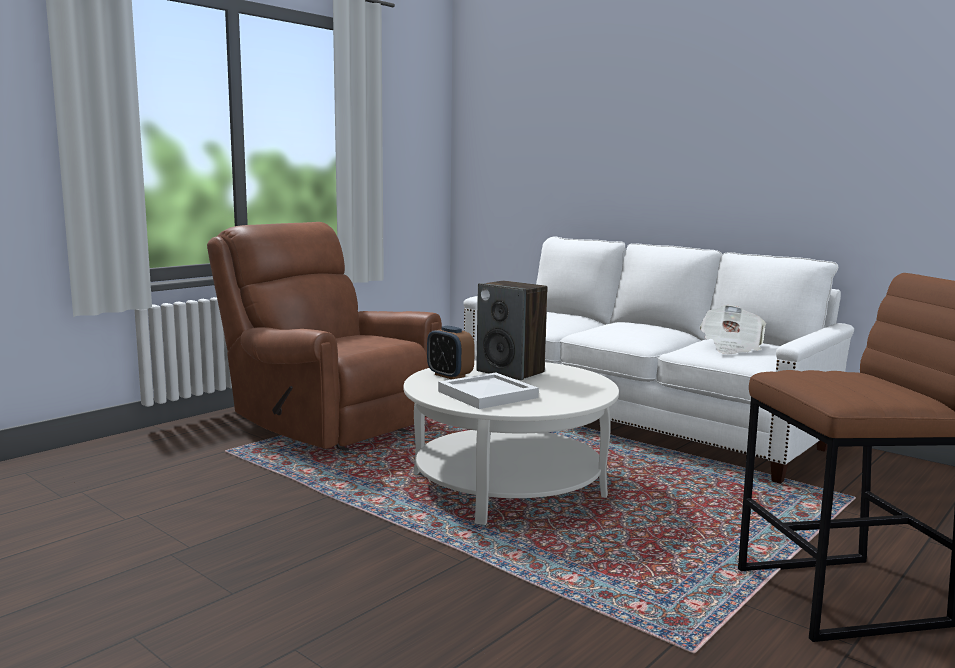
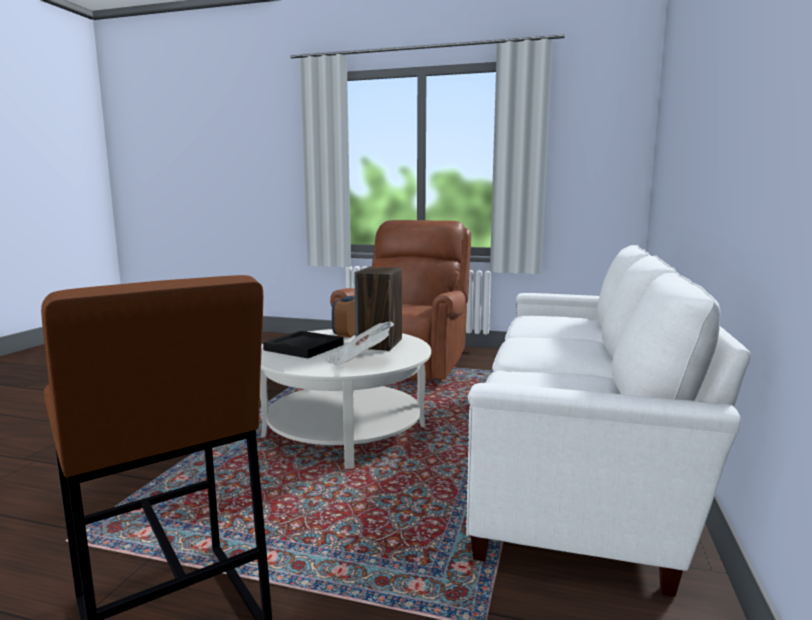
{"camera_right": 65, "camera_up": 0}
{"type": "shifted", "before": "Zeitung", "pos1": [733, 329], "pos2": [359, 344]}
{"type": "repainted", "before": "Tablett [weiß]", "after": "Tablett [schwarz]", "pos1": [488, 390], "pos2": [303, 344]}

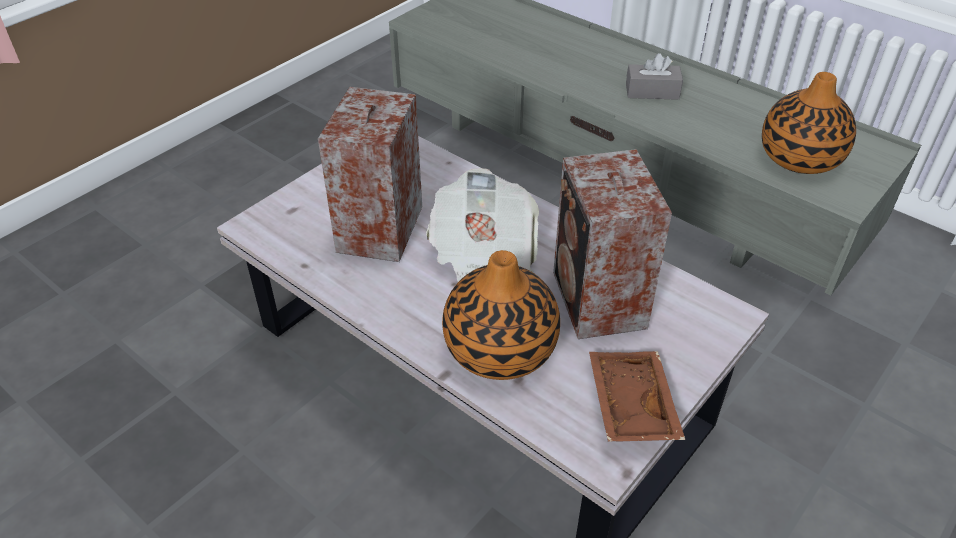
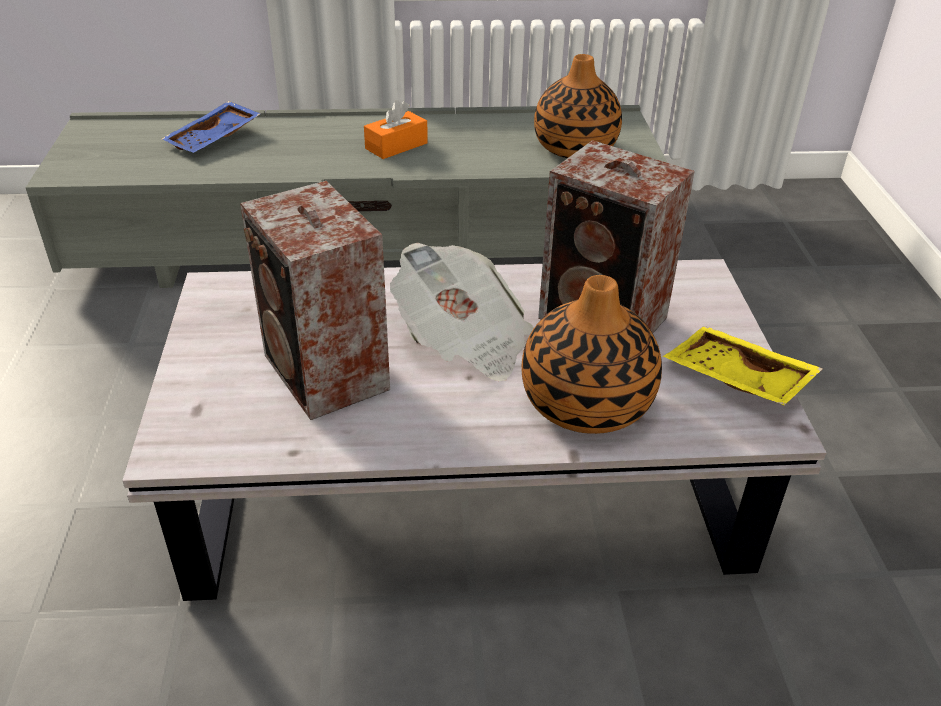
{"camera_right": -45, "camera_up": -5}
{"type": "repainted", "before": "Taschentuchbox [grau]", "after": "Taschentuchbox [orange]", "pos1": [654, 76], "pos2": [396, 129]}
{"type": "repainted", "before": "Tablett [braun]", "after": "Tablett [gelb]", "pos1": [637, 396], "pos2": [743, 365]}
{"type": "new", "after": "Tablett [blau]", "pos2": [211, 127]}

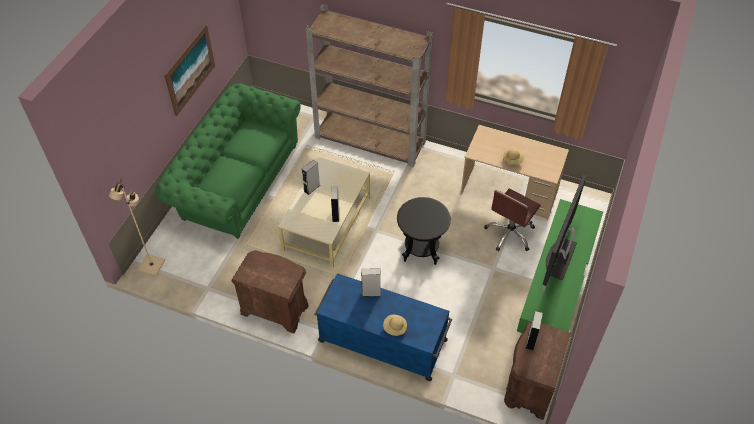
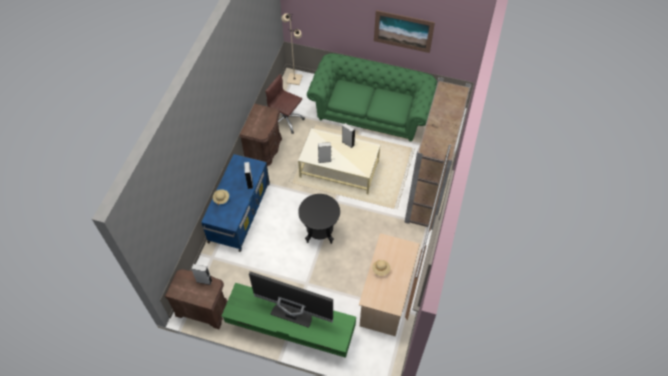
{"camera_right": 85, "camera_up": 5}
{"type": "shifted", "before": "Bürostuhl [braun]", "pos1": [512, 220], "pos2": [285, 104]}

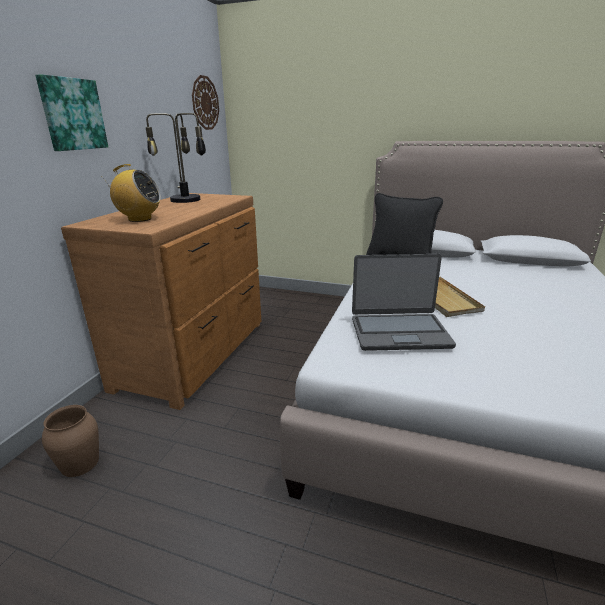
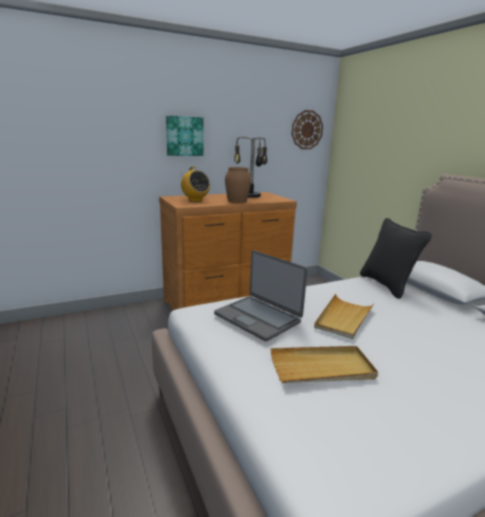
{"camera_right": 45, "camera_up": -5}
{"type": "shifted", "before": "Vase [braun]", "pos1": [70, 441], "pos2": [238, 185]}
{"type": "new", "after": "Tablett [beige]", "pos2": [324, 364]}

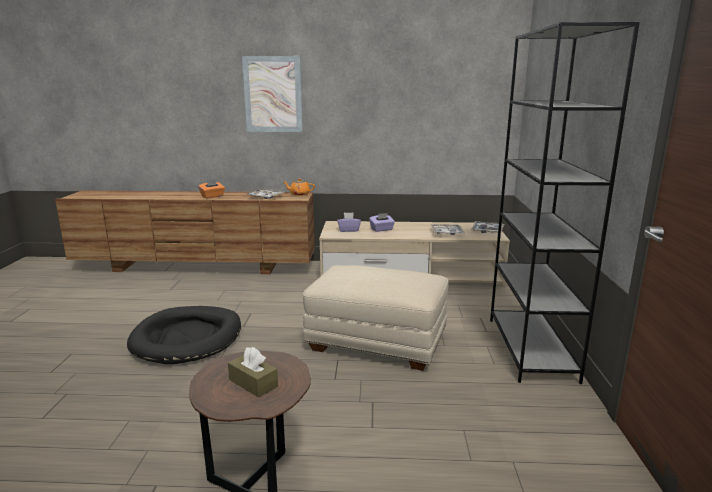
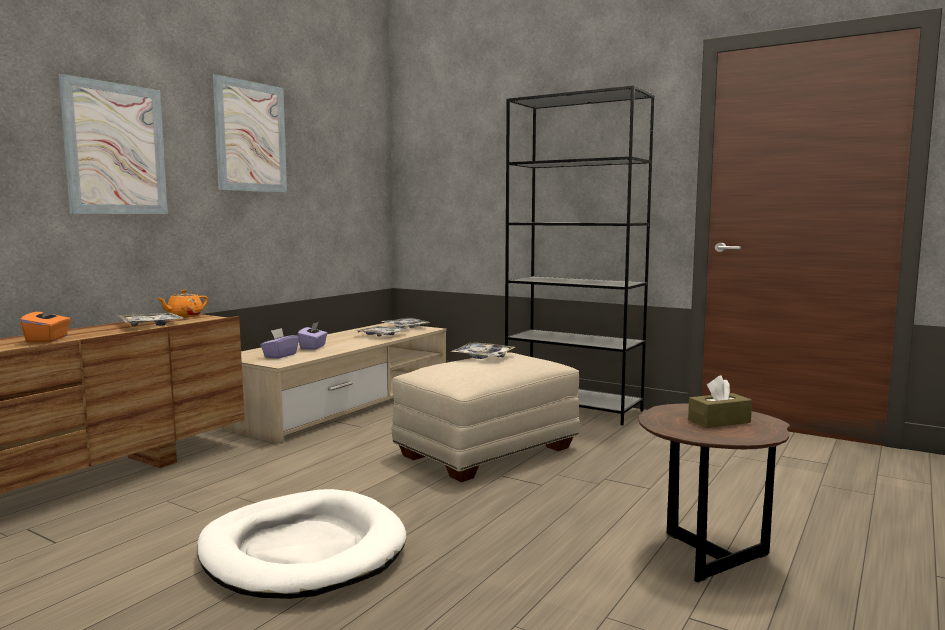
{"camera_right": -60, "camera_up": -10}
{"type": "repainted", "before": "Hundebett [schwarz]", "after": "Hundebett [weiß]", "pos1": [184, 335], "pos2": [301, 544]}
{"type": "new", "after": "Bild", "pos2": [250, 133]}
{"type": "new", "after": "Tablett", "pos2": [483, 351]}

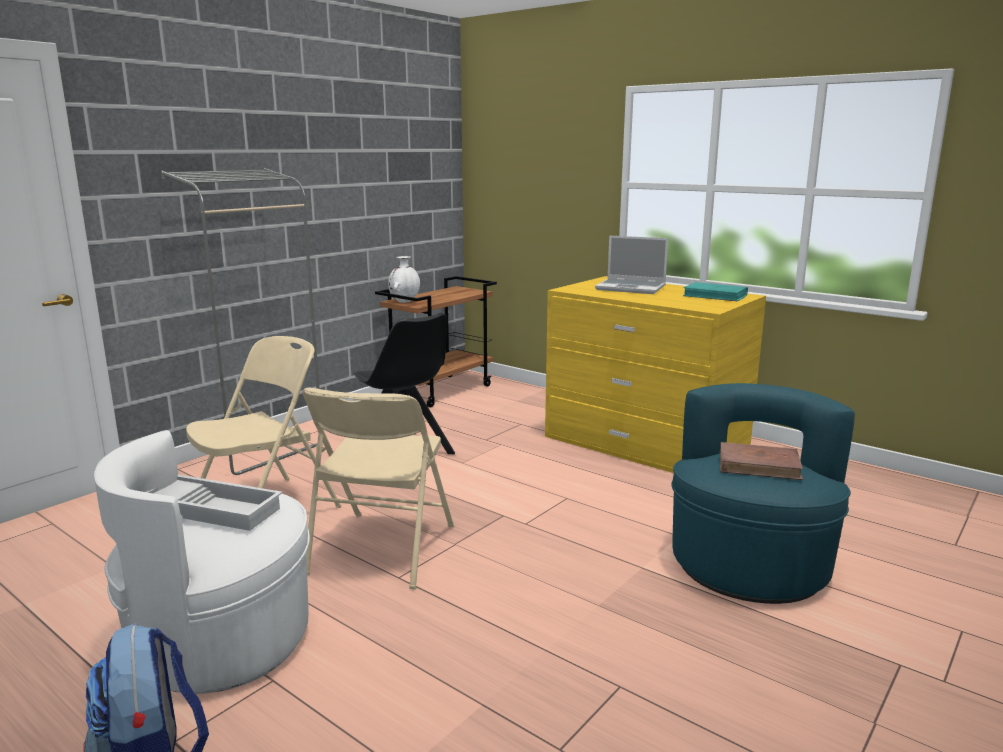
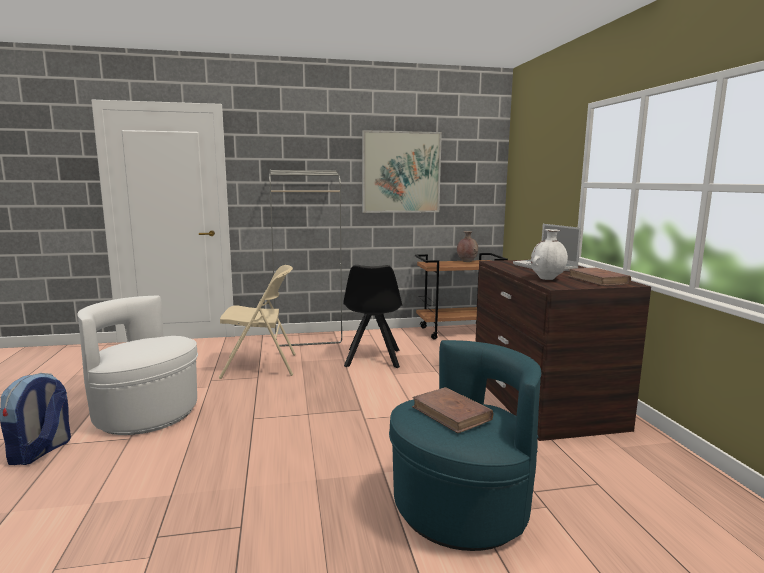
{"camera_right": 40, "camera_up": -5}
{"type": "shifted", "before": "Vase [weiß]", "pos1": [404, 279], "pos2": [549, 254]}
{"type": "repainted", "before": "Kommode [gelb]", "after": "Kommode [braun]", "pos1": [655, 374], "pos2": [563, 350]}
{"type": "repainted", "before": "Buch [türkis]", "after": "Buch [braun]", "pos1": [715, 291], "pos2": [599, 277]}
{"type": "gone", "before": "Stuhl [beige]", "pos1": [378, 488]}
{"type": "gone", "before": "Tablett [weiß]", "pos1": [214, 503]}
{"type": "new", "after": "Bild", "pos2": [402, 171]}
{"type": "new", "after": "Vase [braun]", "pos2": [467, 246]}

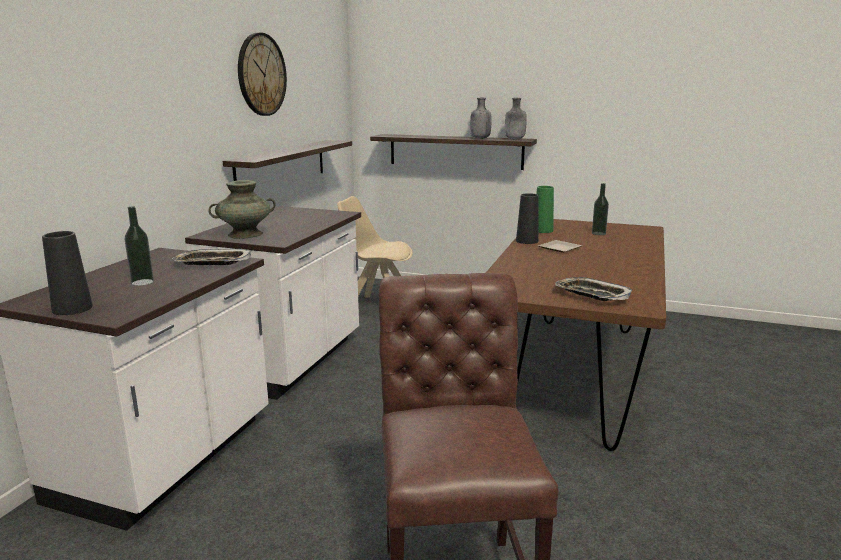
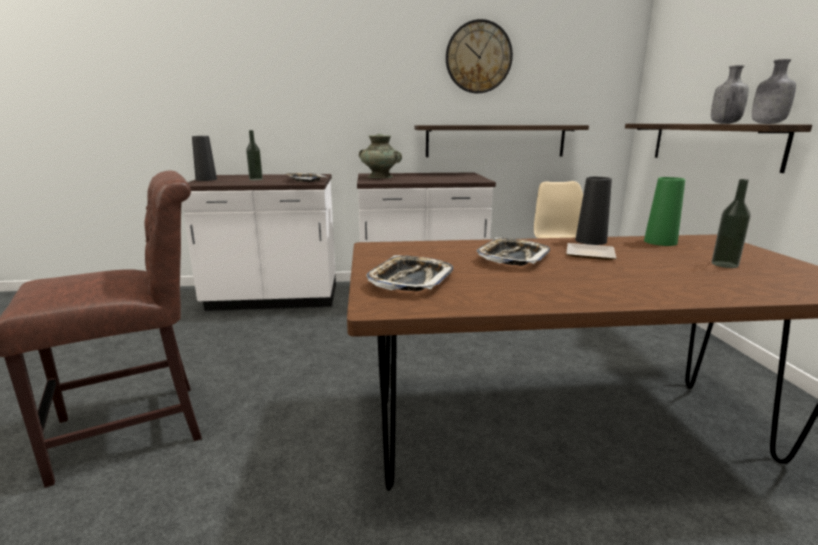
{"camera_right": 65, "camera_up": 0}
{"type": "new", "after": "Tablett", "pos2": [513, 251]}

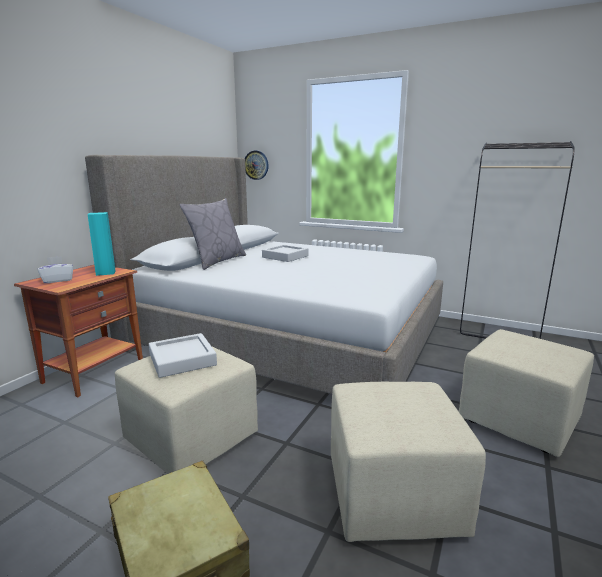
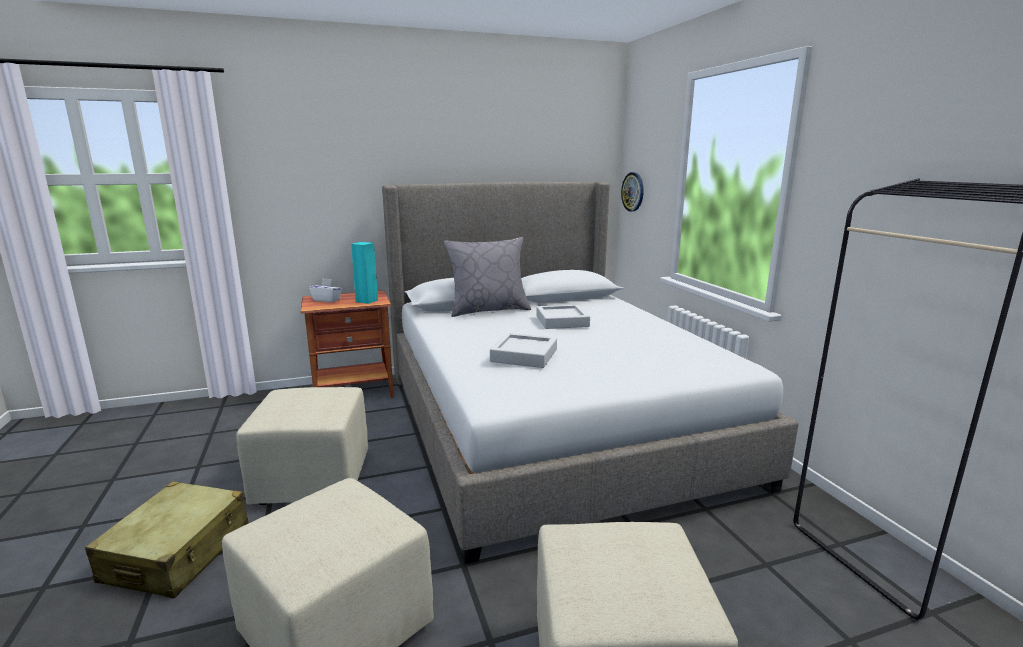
{"camera_right": 45, "camera_up": 0}
{"type": "shifted", "before": "Tablett [grau]", "pos1": [183, 355], "pos2": [523, 350]}

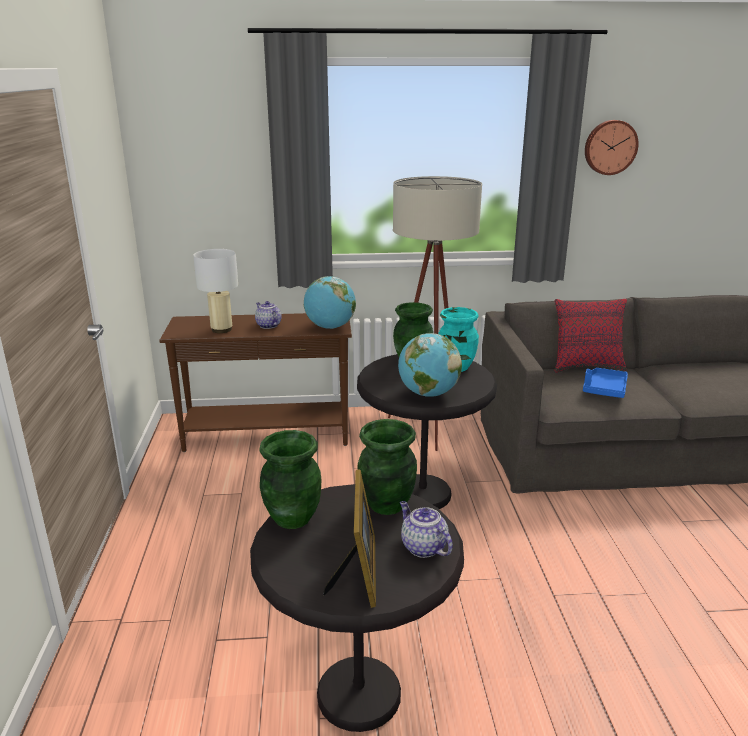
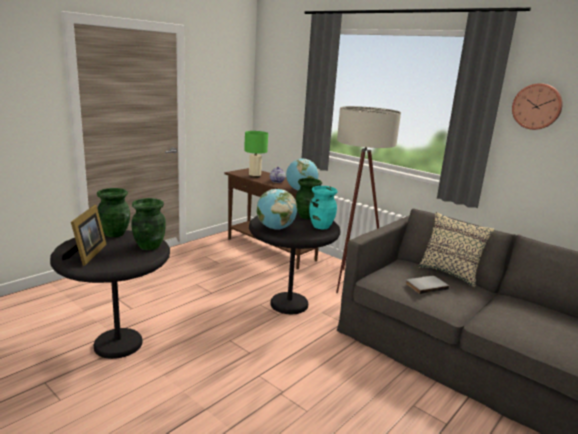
{"camera_right": 45, "camera_up": -5}
{"type": "repainted", "before": "Tischlampe [weiß]", "after": "Tischlampe [grün]", "pos1": [215, 291], "pos2": [256, 154]}
{"type": "repainted", "before": "Kissen [rot]", "after": "Kissen [beige]", "pos1": [591, 336], "pos2": [456, 249]}
{"type": "swapped", "before": "Tablett [blau]", "after": "Buch [grau]", "pos1": [605, 383], "pos2": [427, 285]}
{"type": "rotated", "before": "Bilderrahmen", "pos1": [349, 538], "pos2": [84, 235], "turn": -45}
{"type": "gone", "before": "Teekanne", "pos1": [426, 529]}

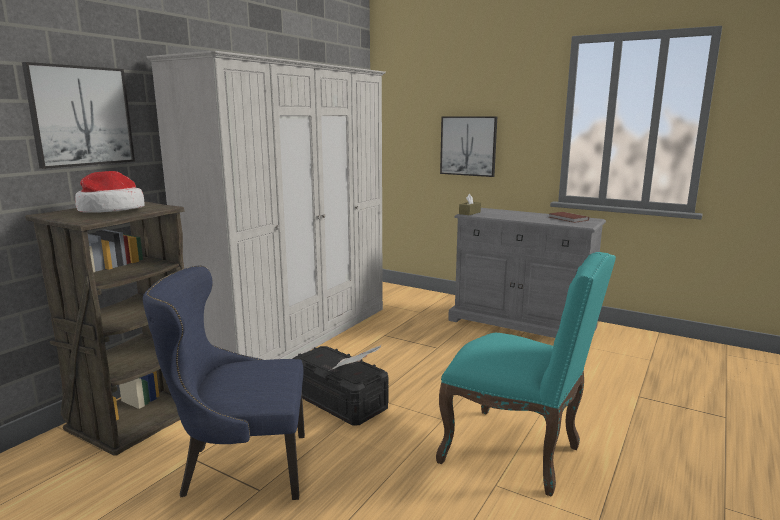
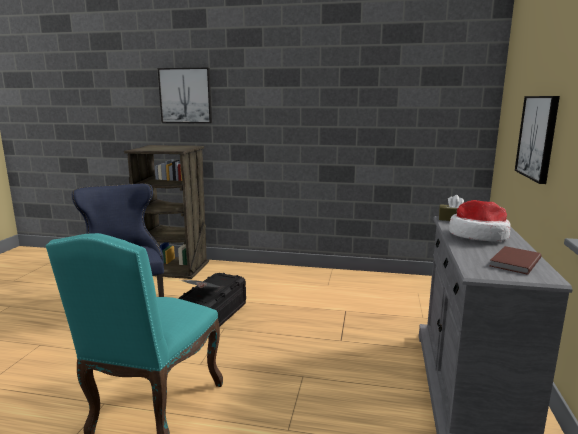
{"camera_right": 70, "camera_up": 0}
{"type": "gone", "before": "Kleiderschrank [weiß]", "pos1": [266, 205]}
{"type": "shifted", "before": "Hut", "pos1": [109, 192], "pos2": [480, 220]}

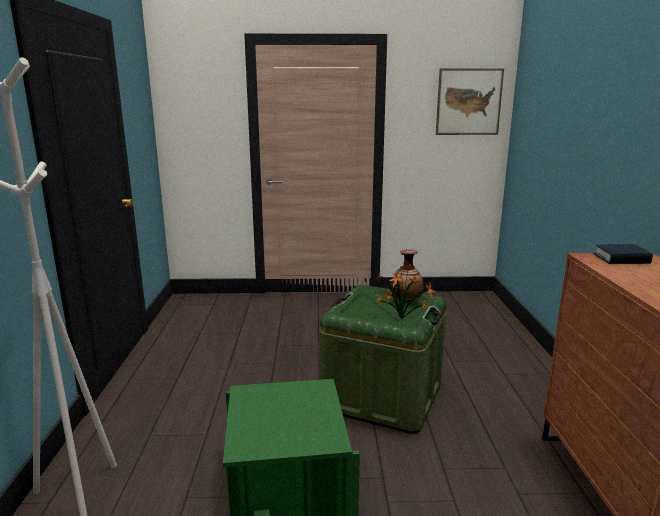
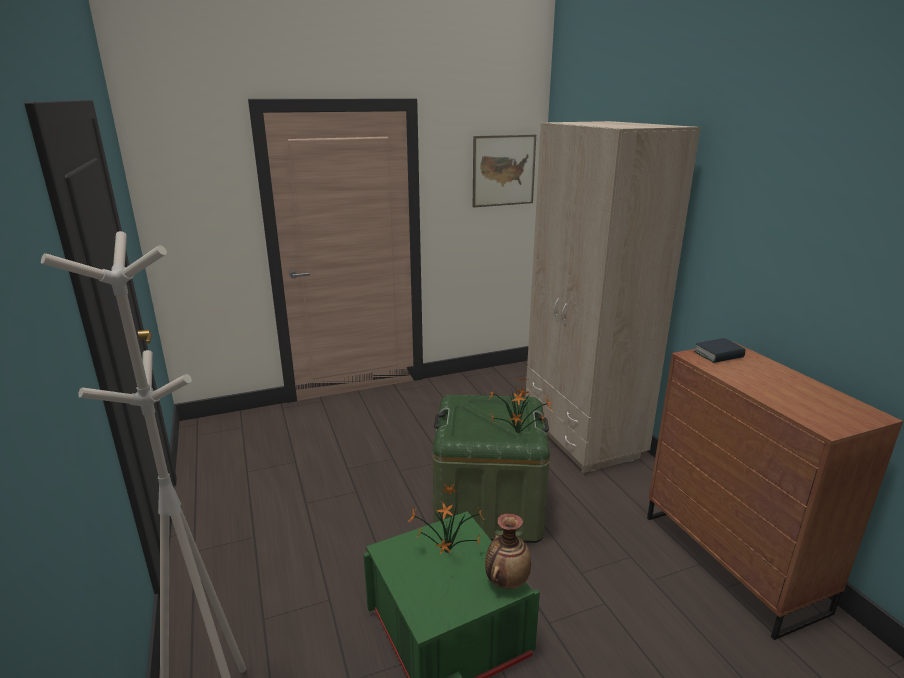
{"camera_right": -20, "camera_up": 5}
{"type": "shifted", "before": "Vase", "pos1": [407, 276], "pos2": [508, 551]}
{"type": "new", "after": "Kleiderschrank [beige]", "pos2": [613, 297]}
{"type": "new", "after": "Topfpflanze", "pos2": [445, 518]}

